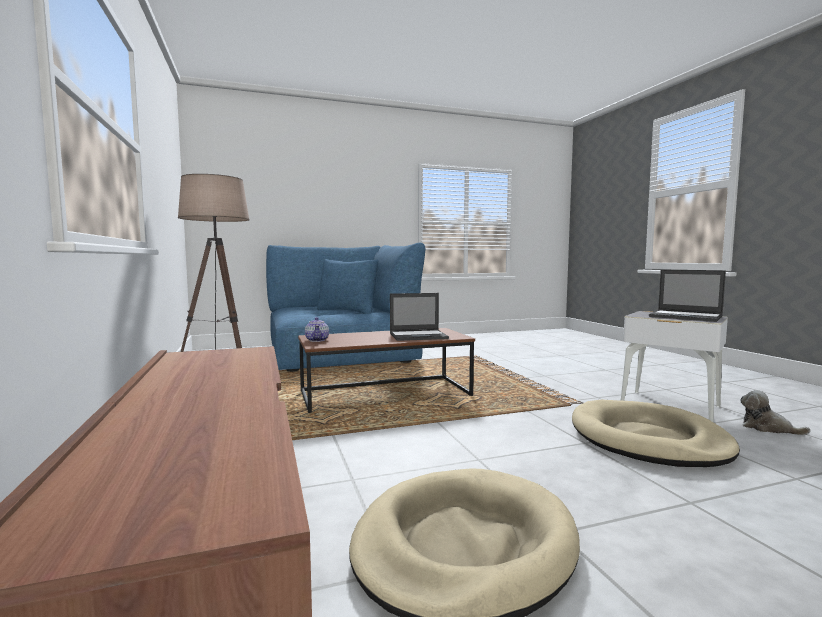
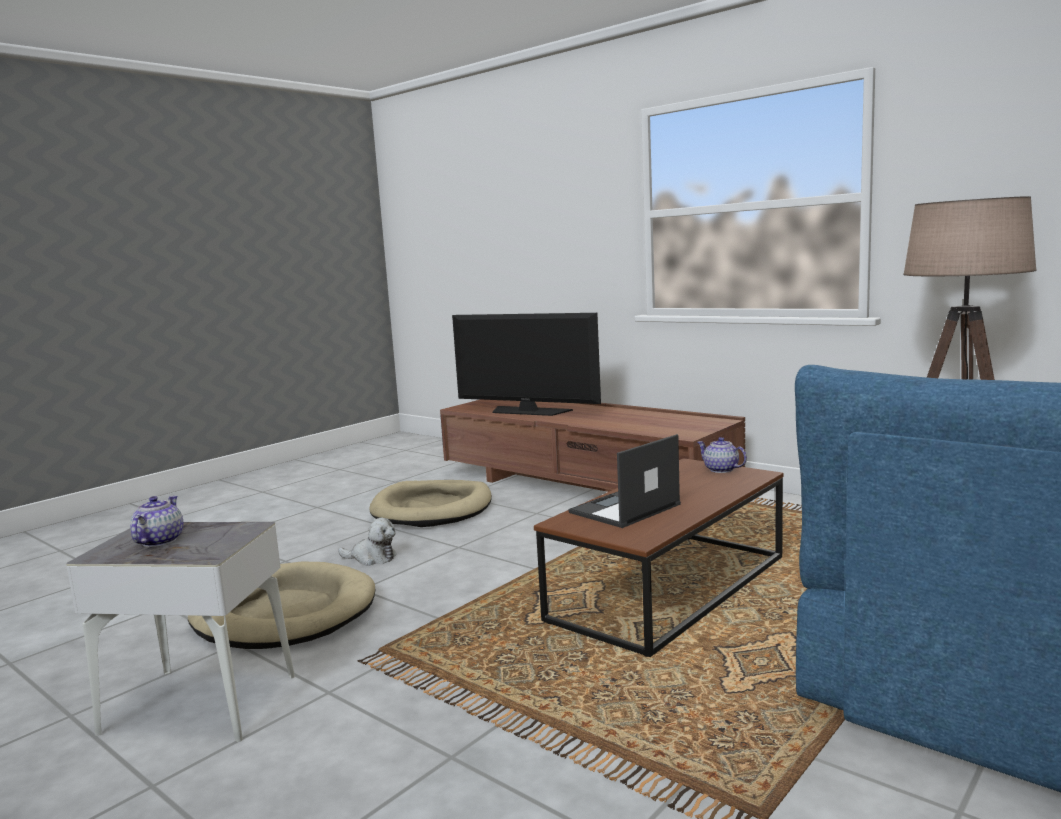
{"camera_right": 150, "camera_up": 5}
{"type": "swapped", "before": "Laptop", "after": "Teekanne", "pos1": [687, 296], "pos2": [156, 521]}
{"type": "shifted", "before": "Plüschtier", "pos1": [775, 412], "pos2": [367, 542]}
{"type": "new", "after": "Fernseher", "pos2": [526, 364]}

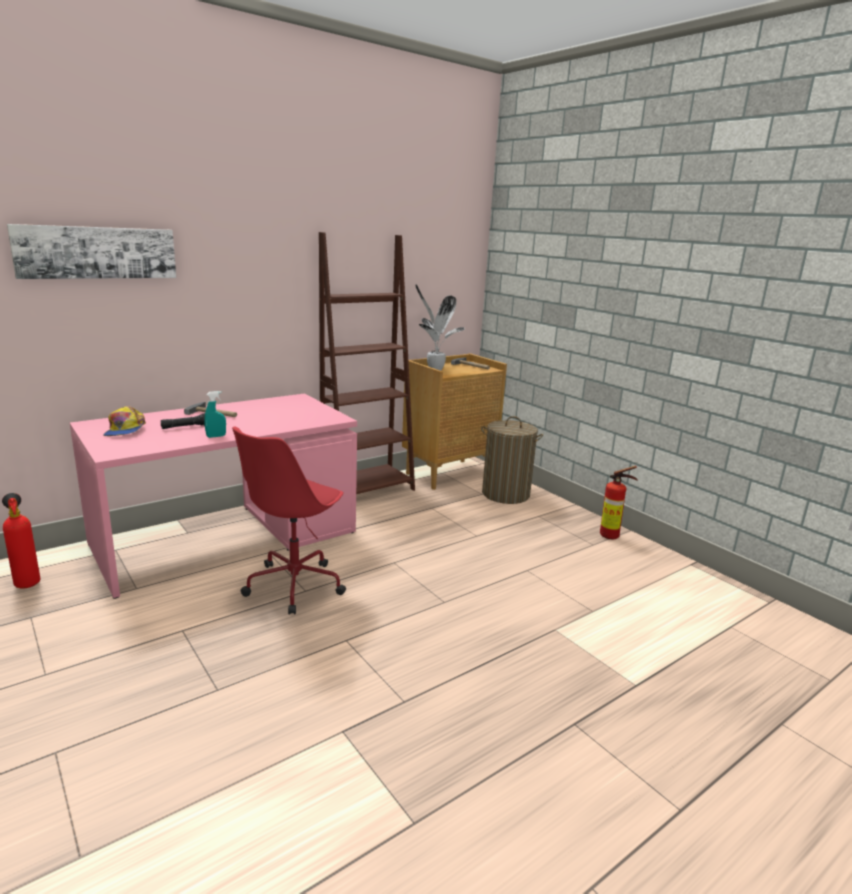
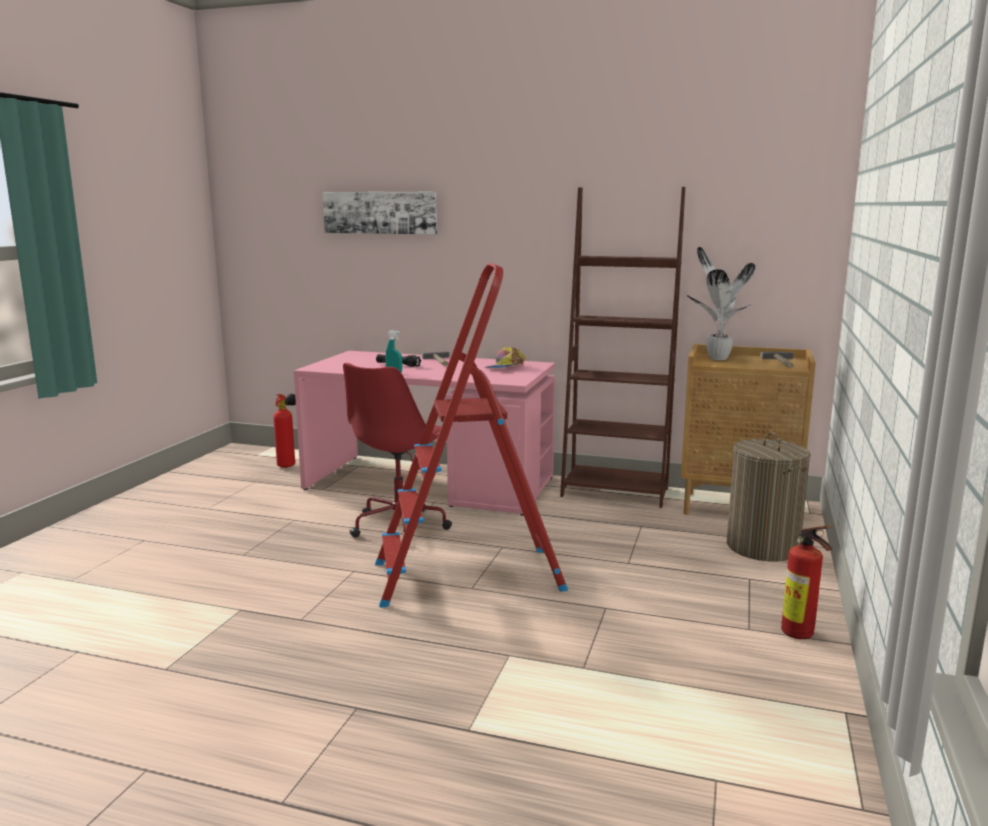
{"camera_right": 55, "camera_up": -5}
{"type": "shifted", "before": "Kappe", "pos1": [124, 421], "pos2": [504, 357]}
{"type": "rotated", "before": "Bürostuhl [rot]", "pos1": [289, 521], "pos2": [397, 450], "turn": -60}
{"type": "new", "after": "Trittleiter [rot]", "pos2": [471, 435]}

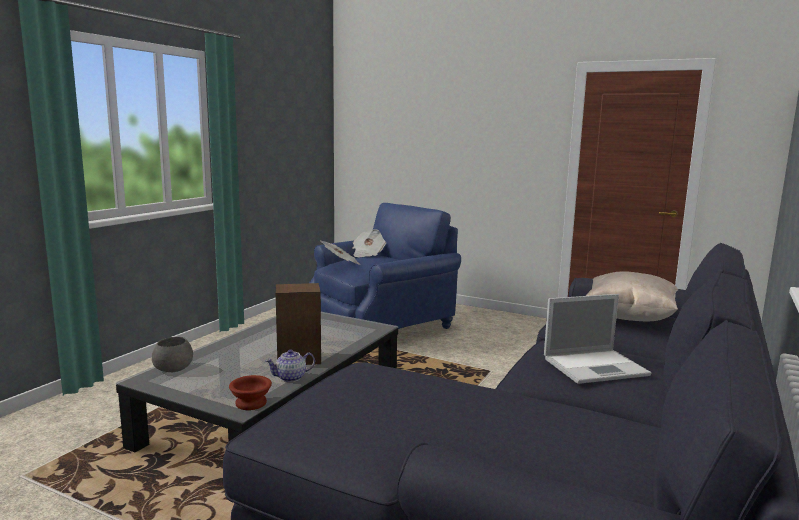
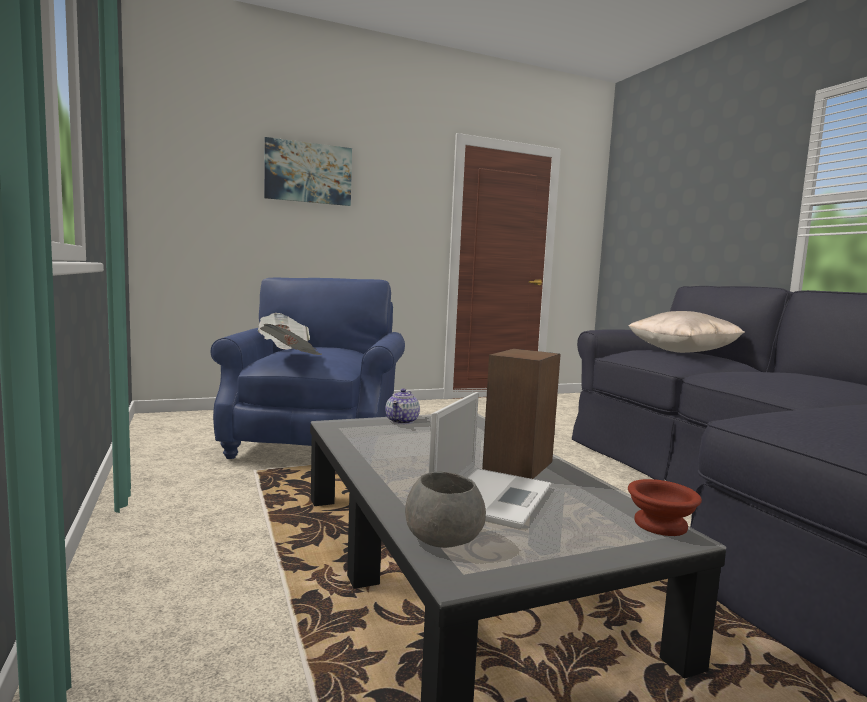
{"camera_right": -50, "camera_up": -5}
{"type": "shifted", "before": "Laptop", "pos1": [597, 339], "pos2": [490, 460]}
{"type": "shifted", "before": "Teekanne", "pos1": [290, 365], "pos2": [402, 406]}
{"type": "new", "after": "Bild", "pos2": [308, 171]}

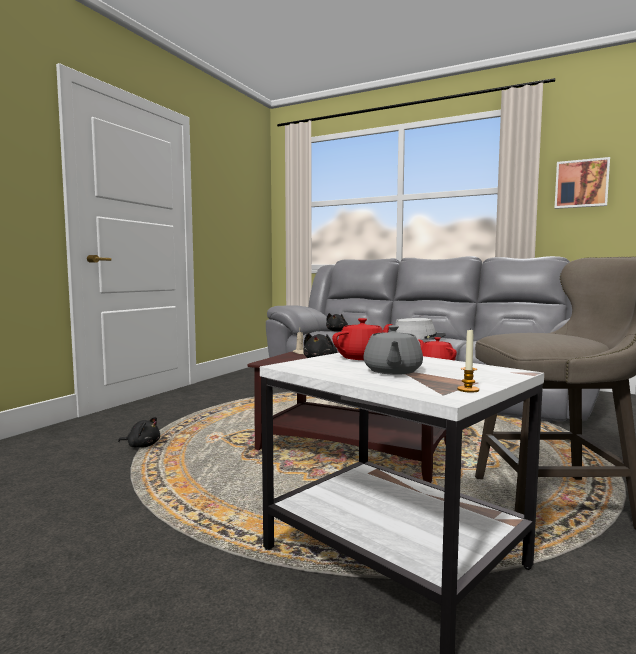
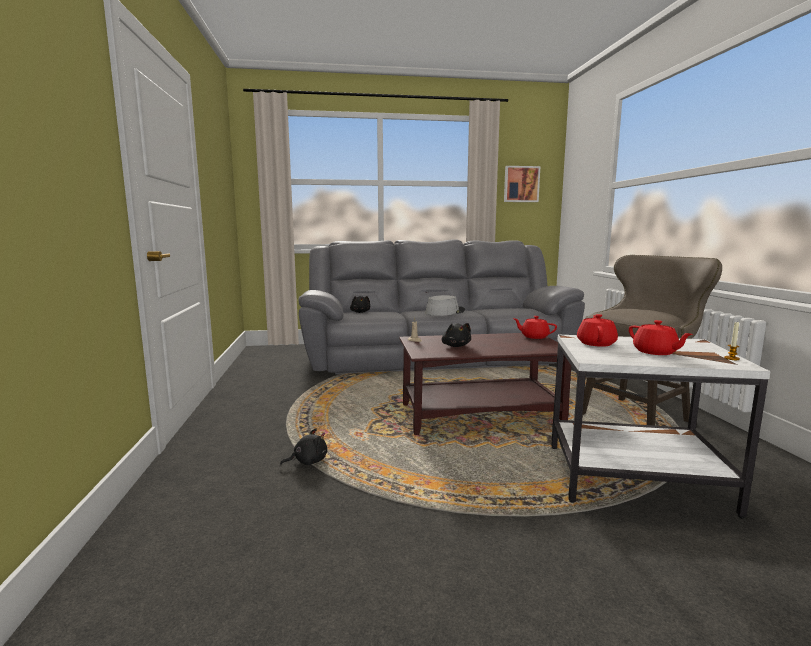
{"camera_right": -35, "camera_up": 5}
{"type": "repainted", "before": "Teekanne [grau]", "after": "Teekanne [rot]", "pos1": [393, 350], "pos2": [661, 337]}

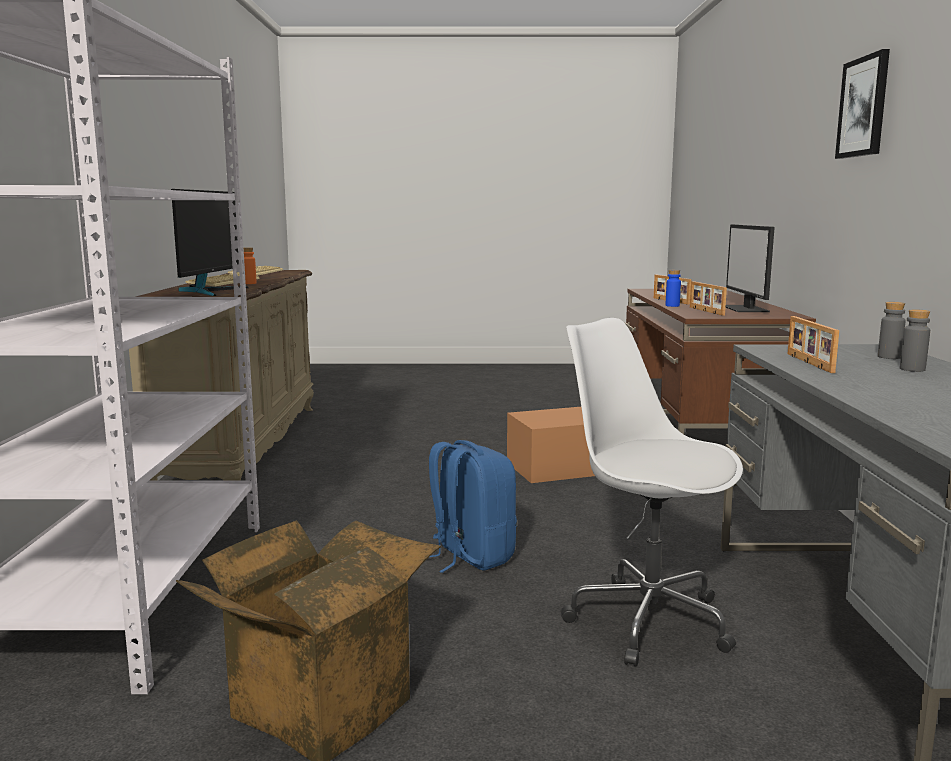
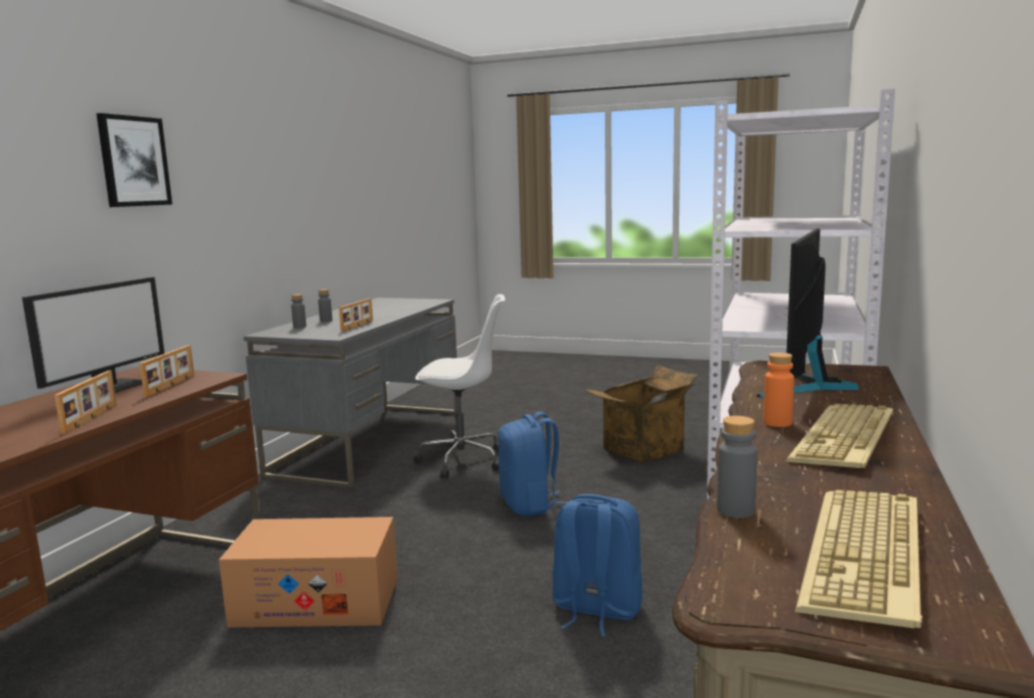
{"camera_right": -160, "camera_up": 0}
{"type": "gone", "before": "Flasche [blau]", "pos1": [673, 288]}
{"type": "rotated", "before": "Bürostuhl [weiß]", "pos1": [652, 492], "pos2": [459, 386], "turn": -60}
{"type": "new", "after": "Flasche [grau]", "pos2": [737, 467]}
{"type": "new", "after": "Rucksack [blau]", "pos2": [597, 565]}

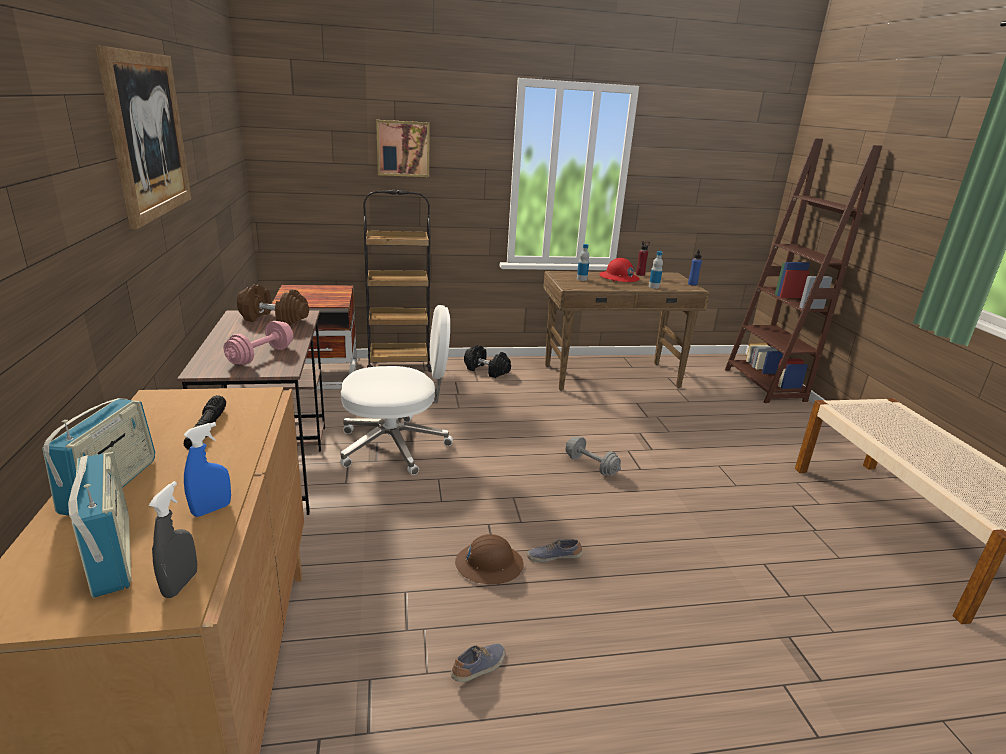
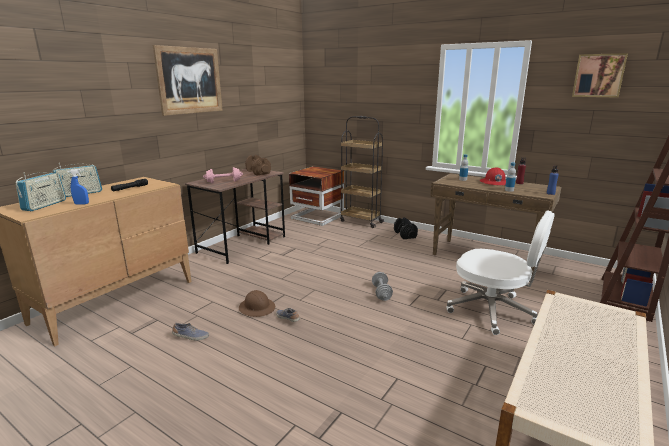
{"camera_right": 45, "camera_up": -5}
{"type": "shifted", "before": "Bild", "pos1": [403, 148], "pos2": [600, 75]}
{"type": "shifted", "before": "Bürostuhl [weiß]", "pos1": [396, 390], "pos2": [500, 272]}
{"type": "gone", "before": "Sprühflasche [grau]", "pos1": [173, 539]}

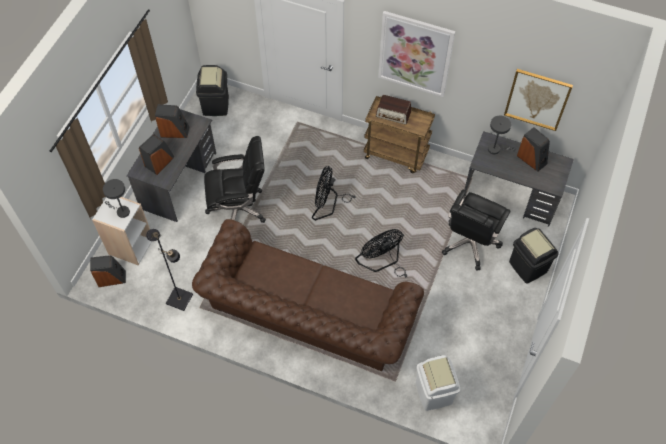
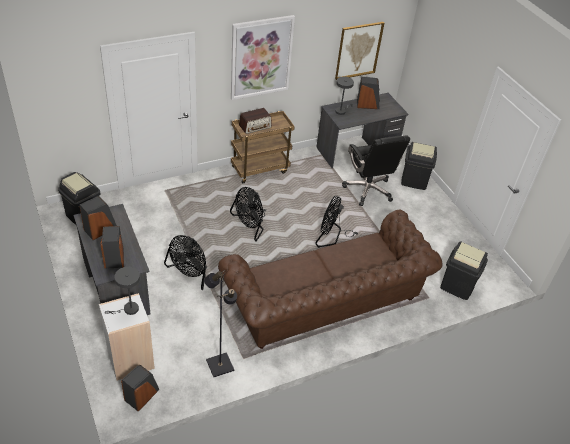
{"camera_right": -50, "camera_up": -15}
{"type": "swapped", "before": "Bürostuhl [schwarz]", "after": "Ventilator [schwarz]", "pos1": [235, 179], "pos2": [185, 262]}
{"type": "repainted", "before": "Mülleimer [weiß]", "after": "Mülleimer [schwarz]", "pos1": [438, 383], "pos2": [464, 270]}

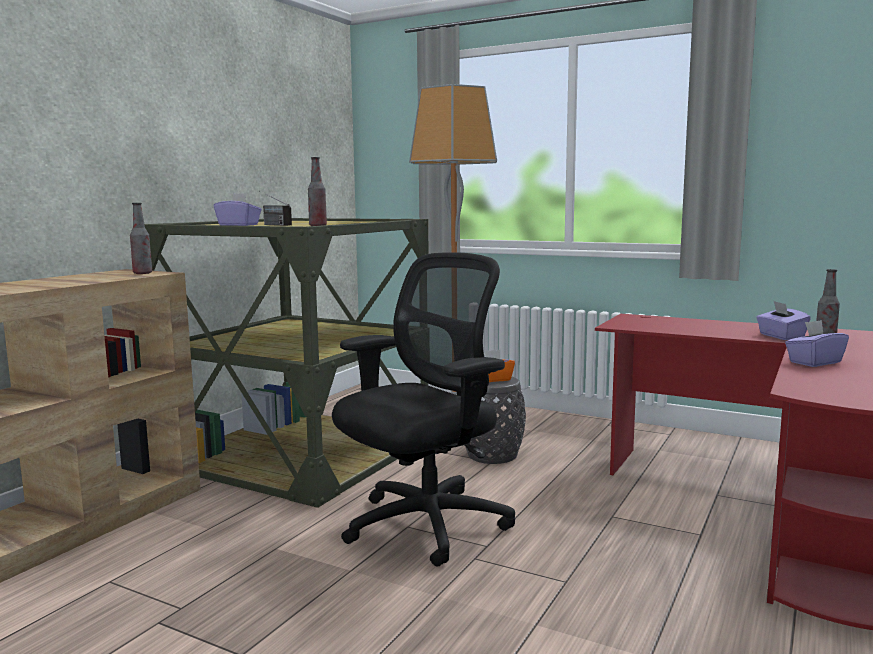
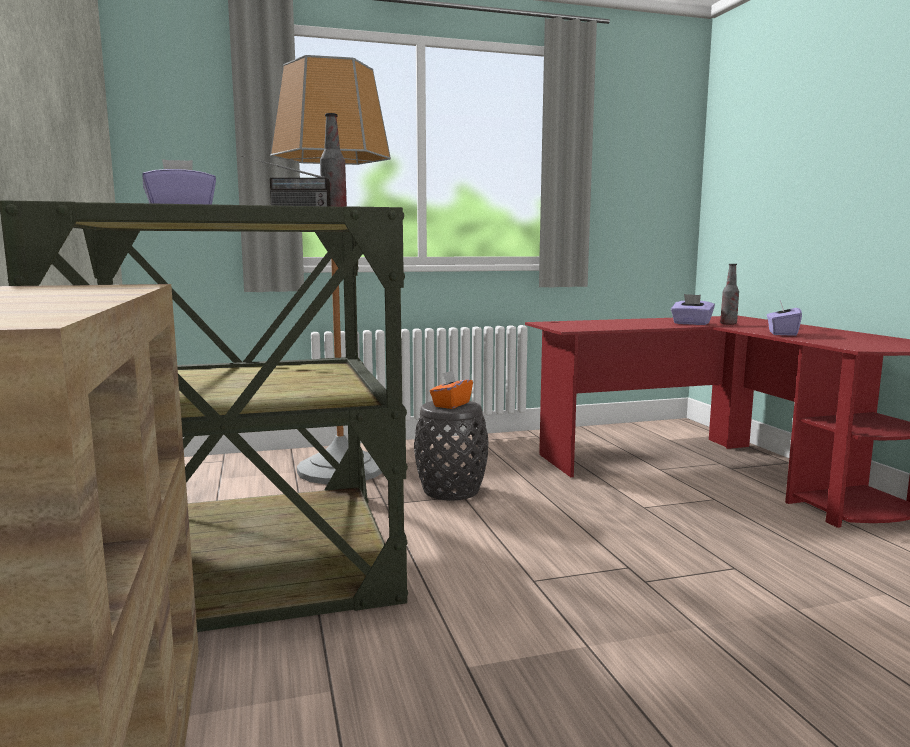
{"camera_right": -45, "camera_up": 0}
{"type": "gone", "before": "Flasche", "pos1": [141, 238]}
{"type": "gone", "before": "Bürostuhl [schwarz]", "pos1": [423, 409]}

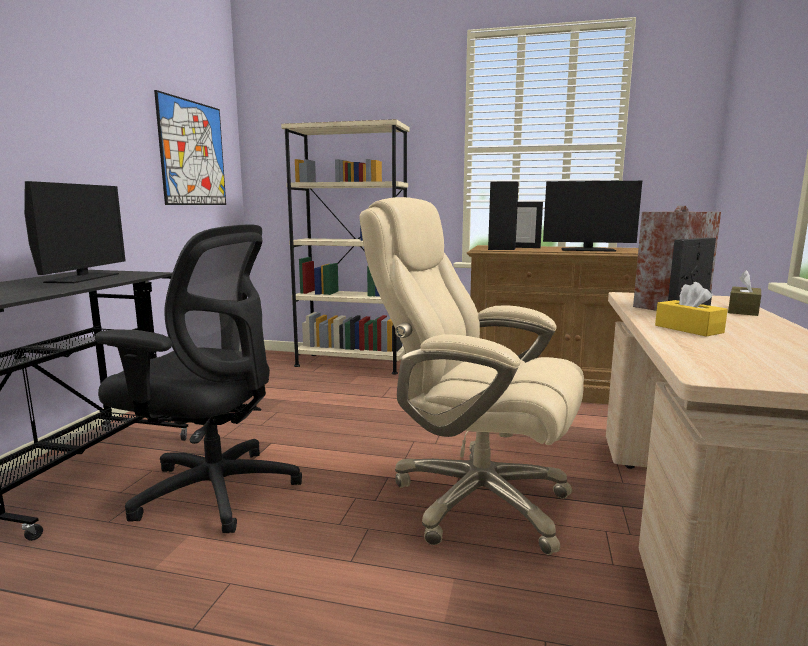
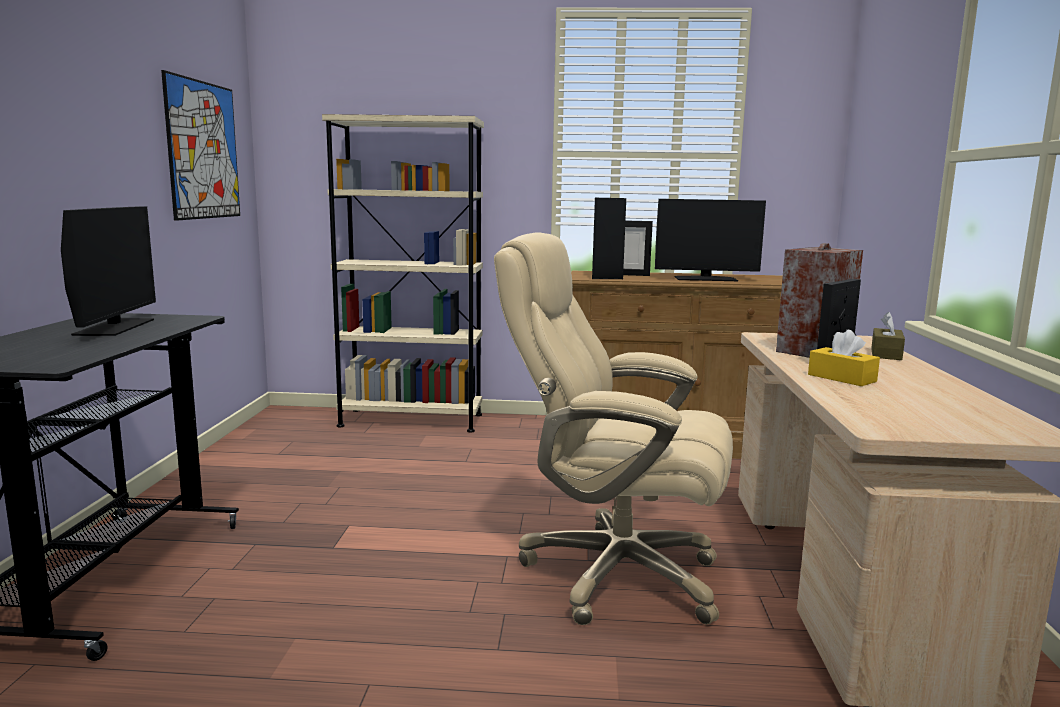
{"camera_right": -10, "camera_up": 0}
{"type": "gone", "before": "Bürostuhl [schwarz]", "pos1": [198, 379]}

